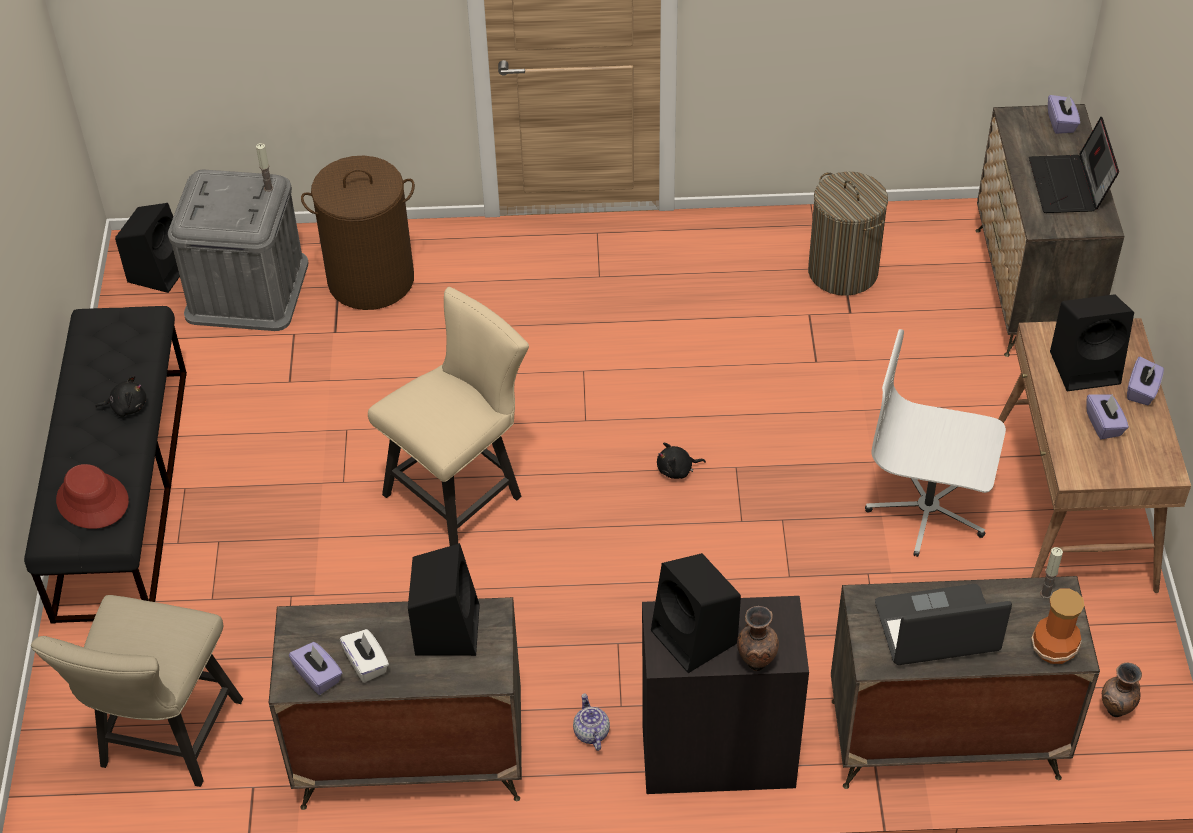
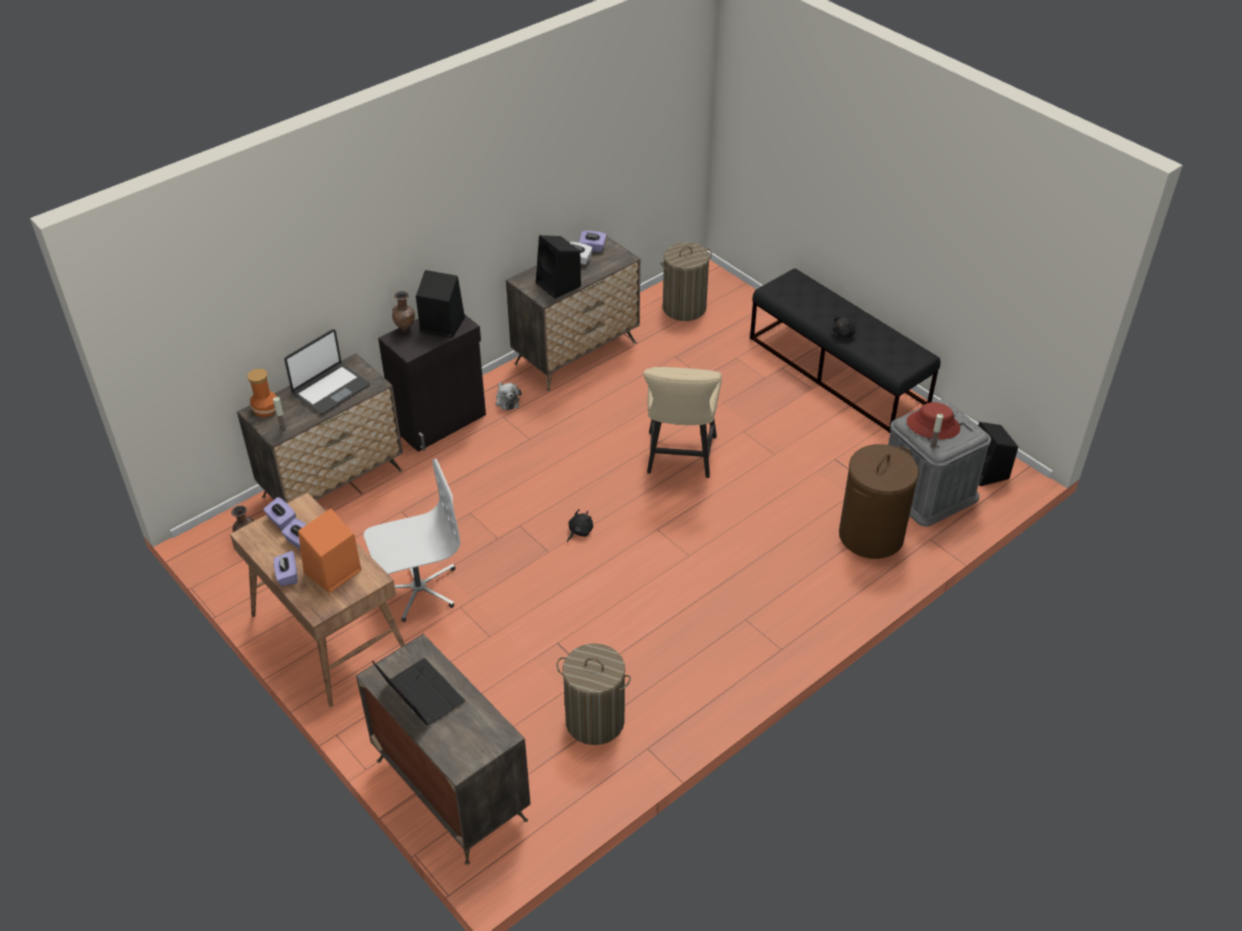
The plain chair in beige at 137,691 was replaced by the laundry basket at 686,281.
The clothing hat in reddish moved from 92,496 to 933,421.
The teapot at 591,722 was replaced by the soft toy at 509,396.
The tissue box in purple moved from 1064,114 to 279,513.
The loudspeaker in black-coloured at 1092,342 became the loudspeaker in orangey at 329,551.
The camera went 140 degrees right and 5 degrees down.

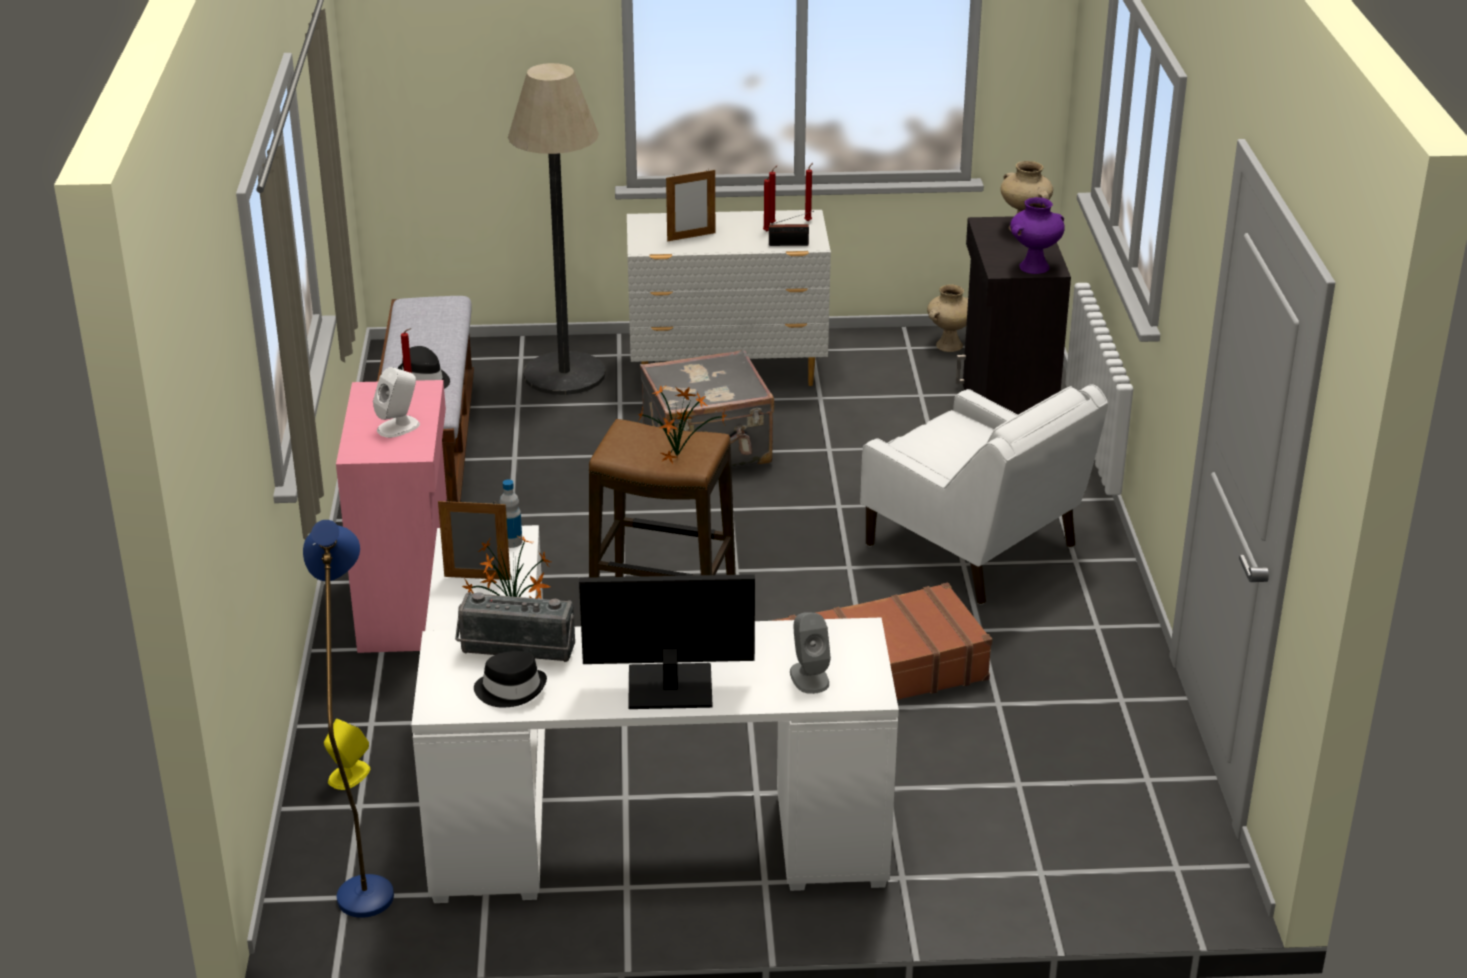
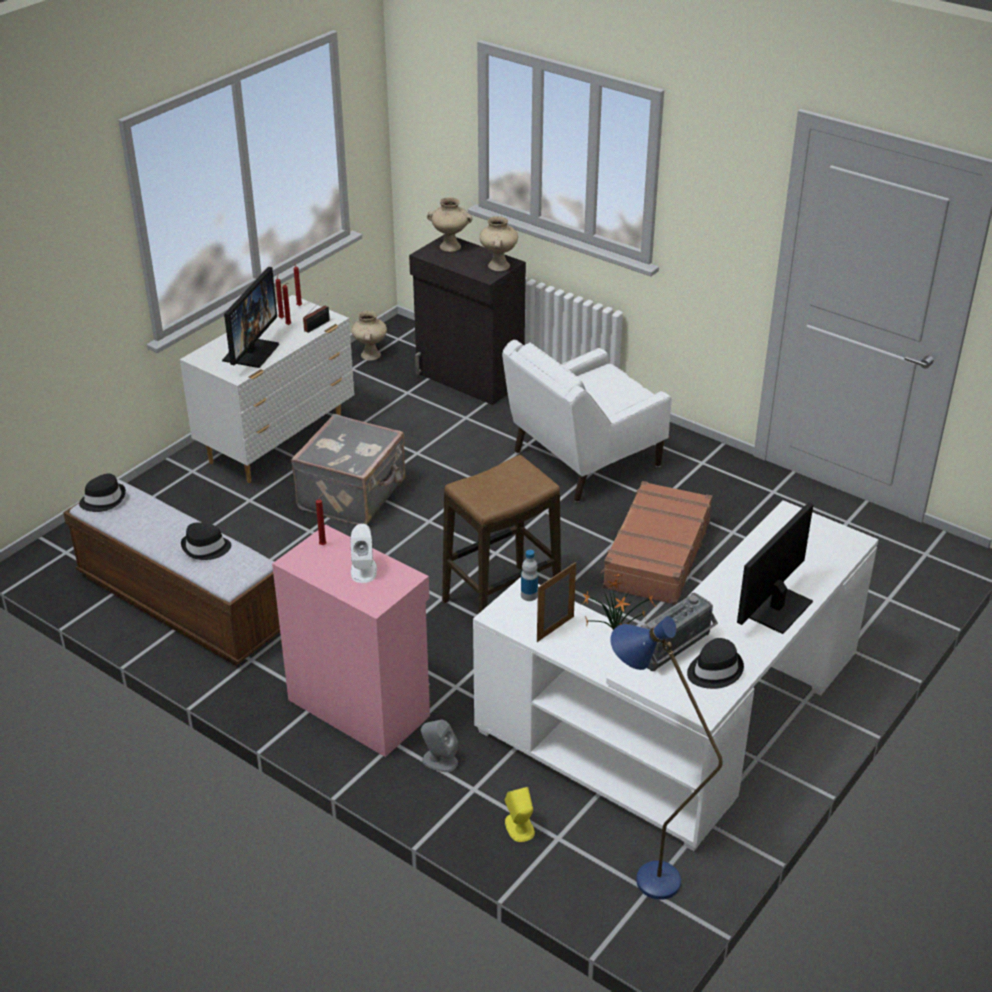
The standing lamp at 557,229 disappeared.
The potted plant at 682,424 disappeared.
The picture frame at 690,205 was replaced by the computer screen at 250,317.
The loudspeaker in grey moved from 810,653 to 439,746.
The lounge chair in whitish at 984,494 turned 150 degrees clockwise.
The decorative vase in purple at 1037,235 became the decorative vase in beige at 498,243.
The clothing hat in black-coloured at 102,493 appeared.
The camera went 50 degrees left and 5 degrees up.

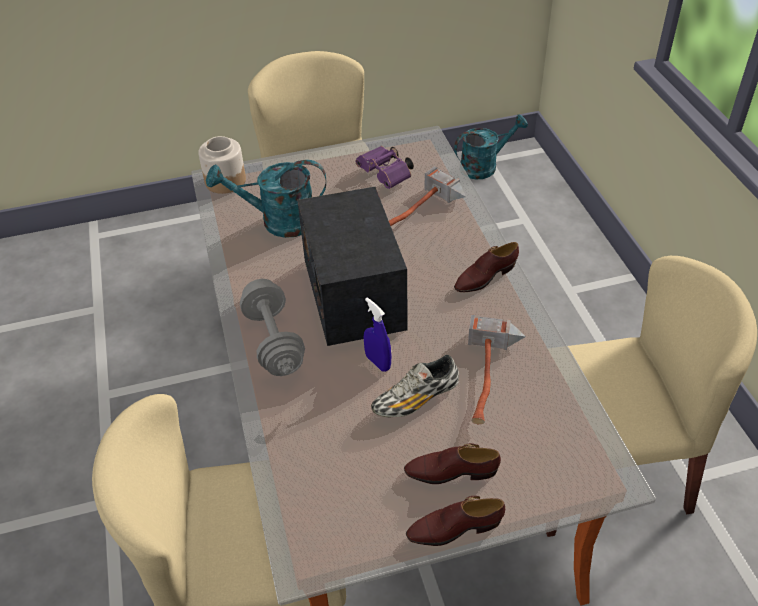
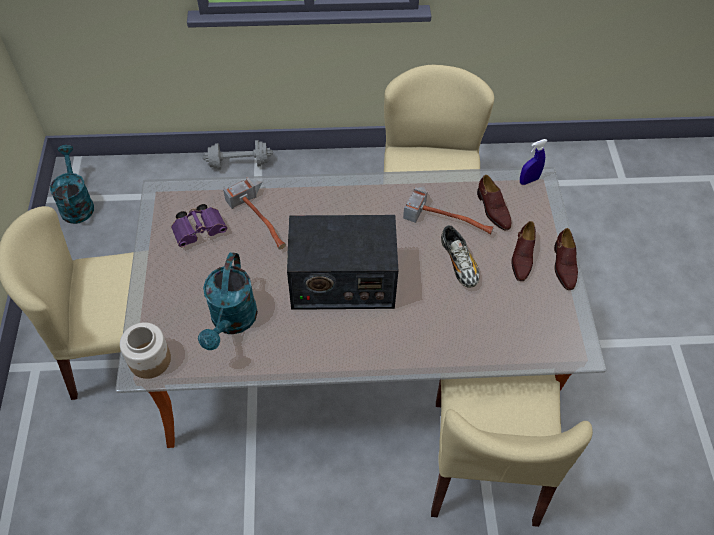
The hand weight in grey moved from 272,327 to 238,155.
The sprayer in blue moved from 377,334 to 534,162.
The low shoe in brown moved from 486,267 to 494,202.
The camera went 80 degrees left and 10 degrees up.

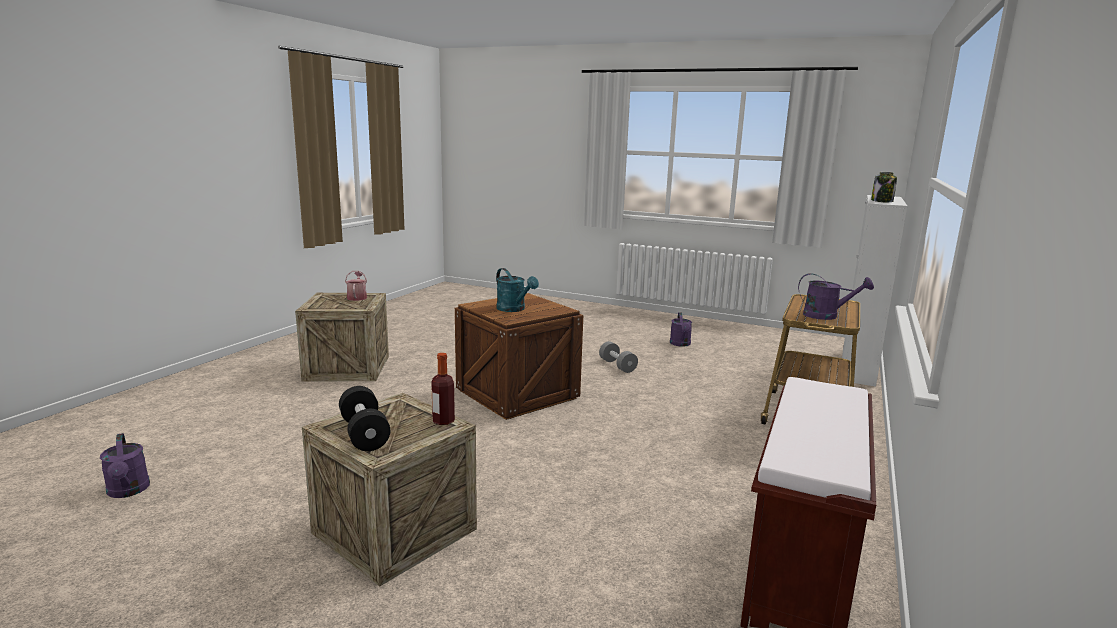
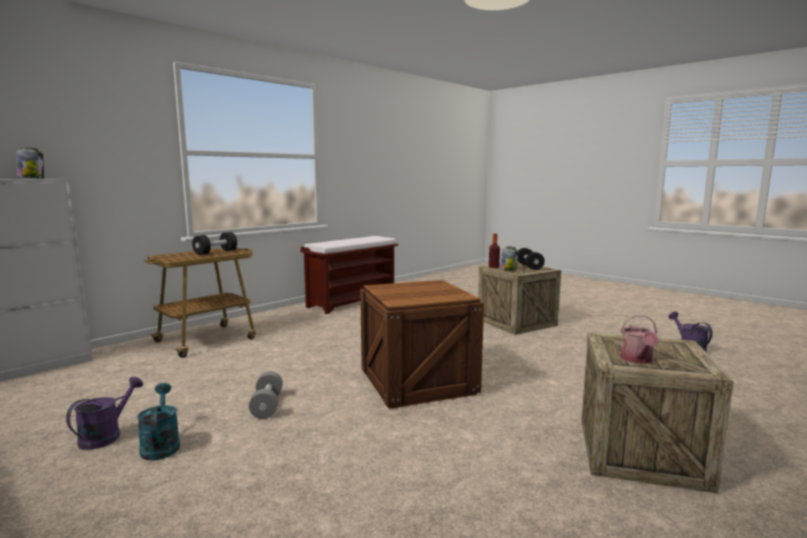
The sprinkling can in blue-green moved from 517,290 to 158,422.
The sprinkling can in purple at 836,296 was replaced by the hand weight in black-coloured at 214,243.
The storage jar at 509,258 appeared.
The camera went 160 degrees left and 5 degrees down.

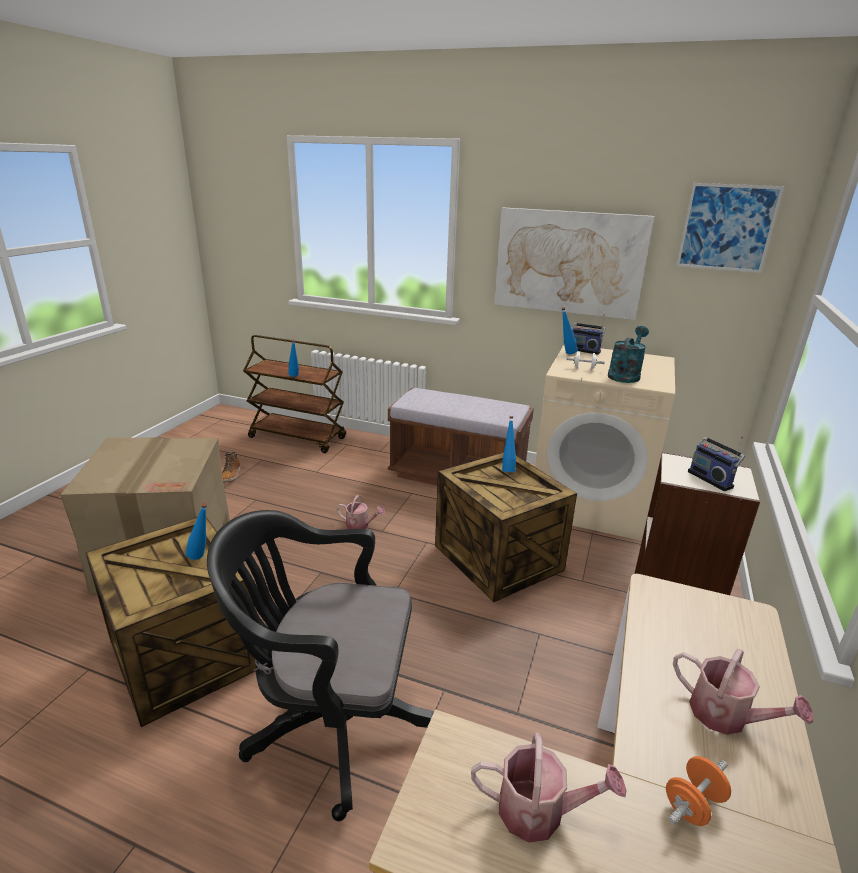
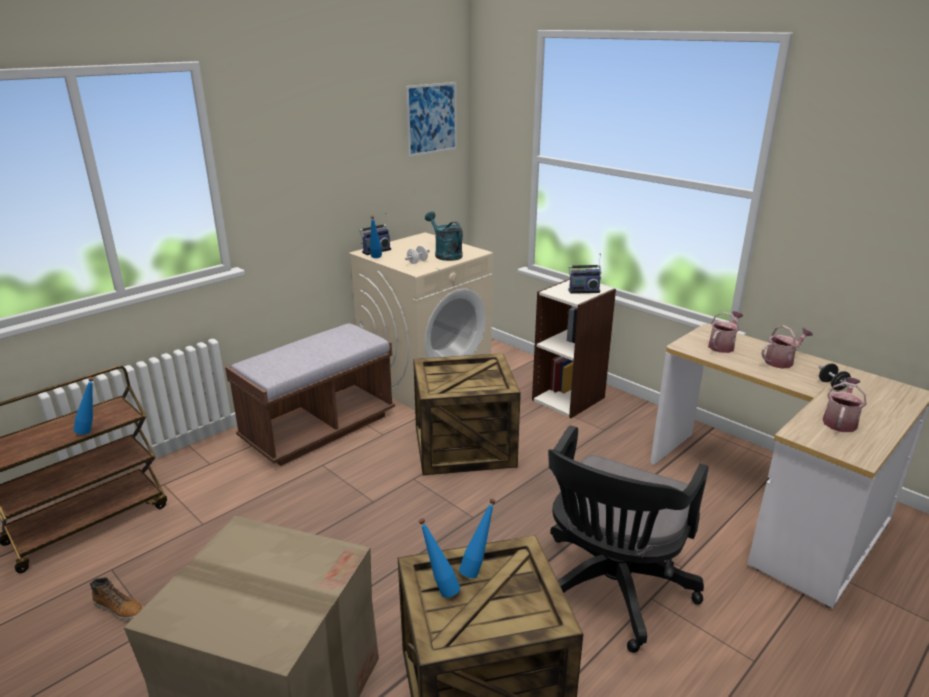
The sprinkling can moved from 361,512 to 726,332.
The wall art at 574,263 disappeared.
The beverage bottle in blue moved from 509,444 to 439,558.
The hand weight in orangey at 698,791 became the hand weight in black-coloured at 835,376.
The camera went 65 degrees left and 0 degrees up.

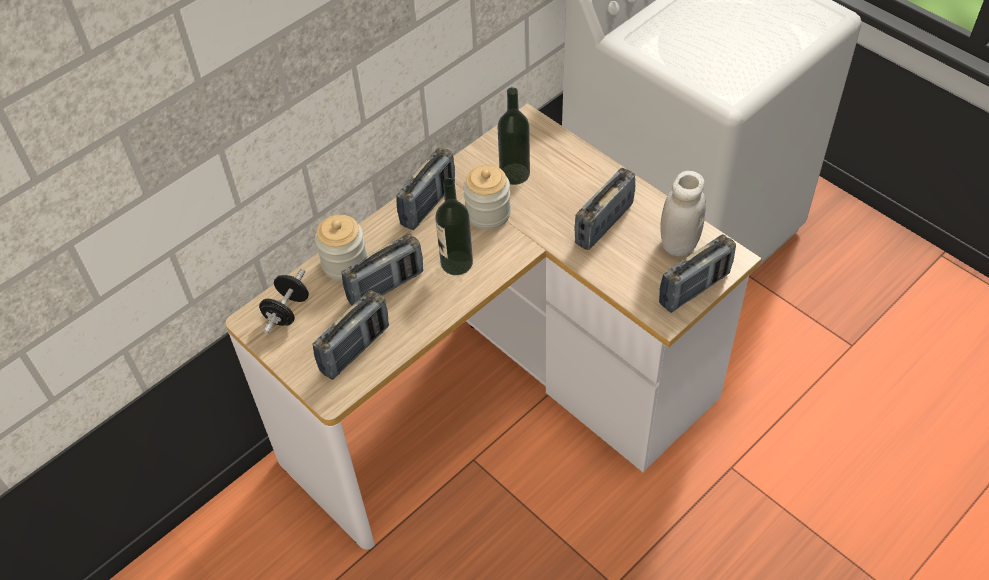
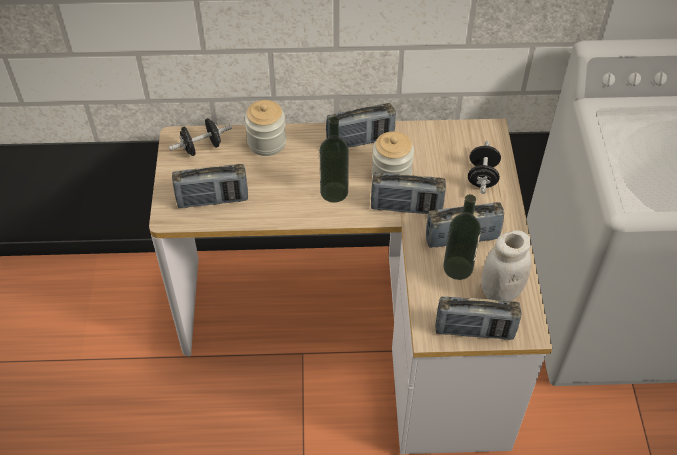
The radio receiver moved from 382,269 to 408,193.
The beverage bottle moved from 514,136 to 462,237.
The hand weight in black-coloured at 484,167 appeared.
The camera went 40 degrees right and 0 degrees up.

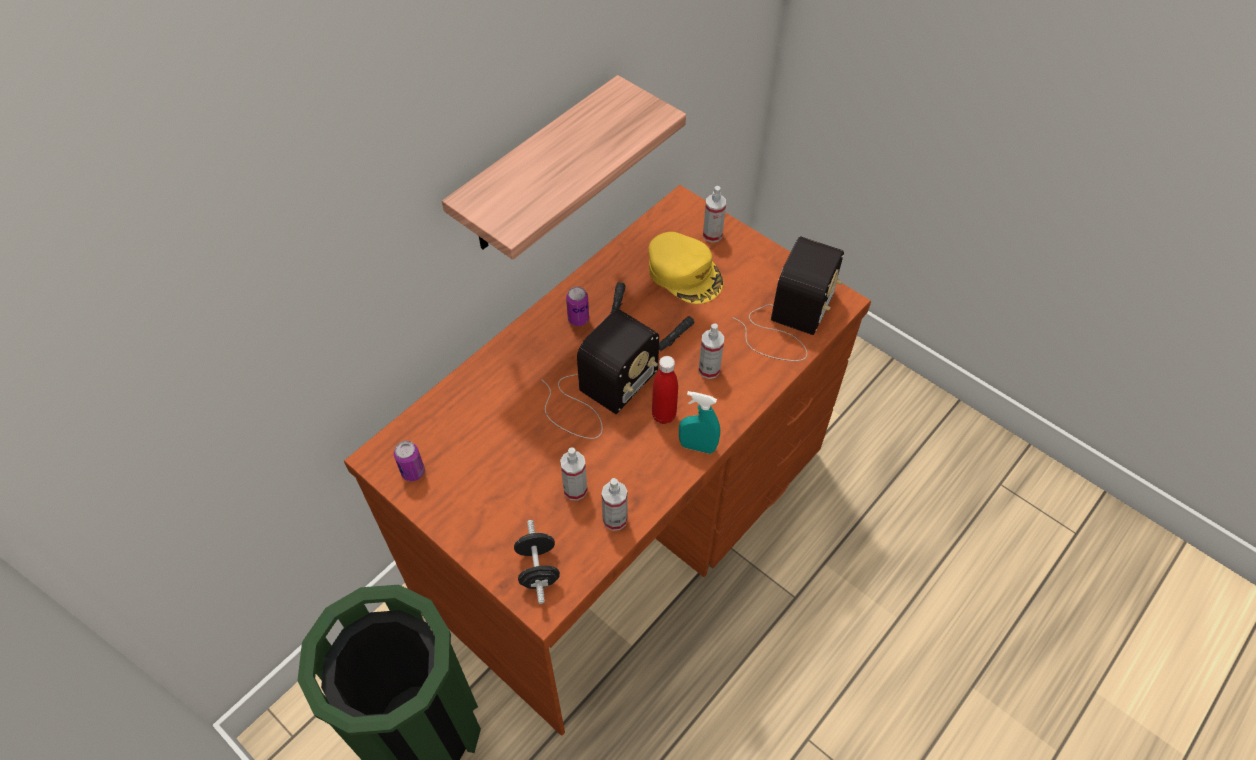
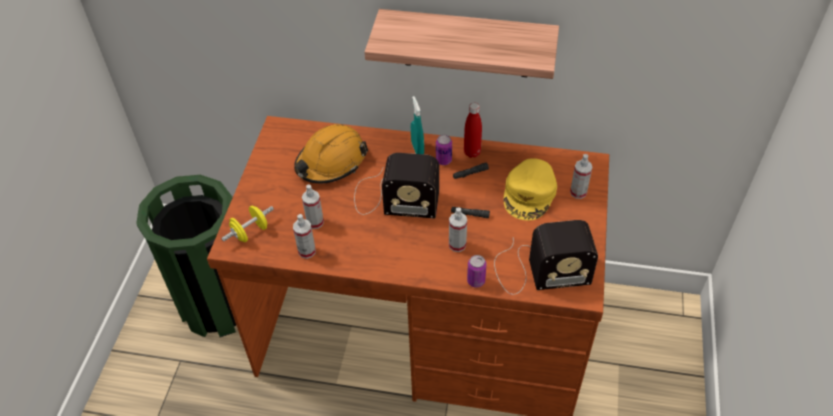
The sealed can moved from 409,461 to 477,271.
The hand weight in black-coloured at 537,562 became the hand weight in yellow at 247,224.
The beverage bottle in reddish moved from 665,390 to 473,130.
The sprayer in blue-green moved from 699,422 to 417,125.
The safety helmet in orangey at 331,153 appeared.
The camera went 60 degrees right and 5 degrees down.

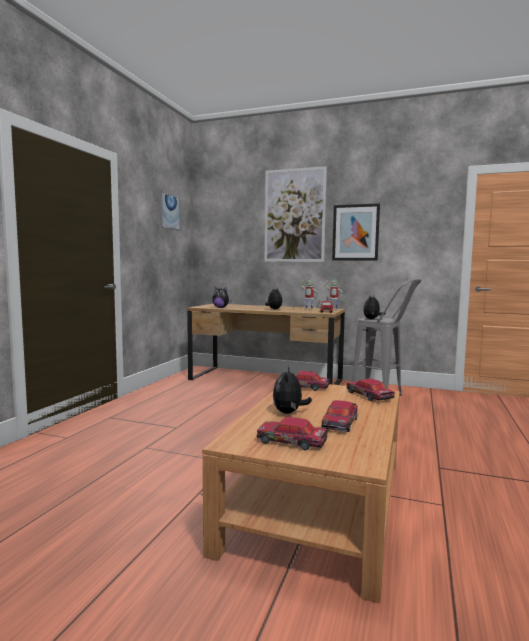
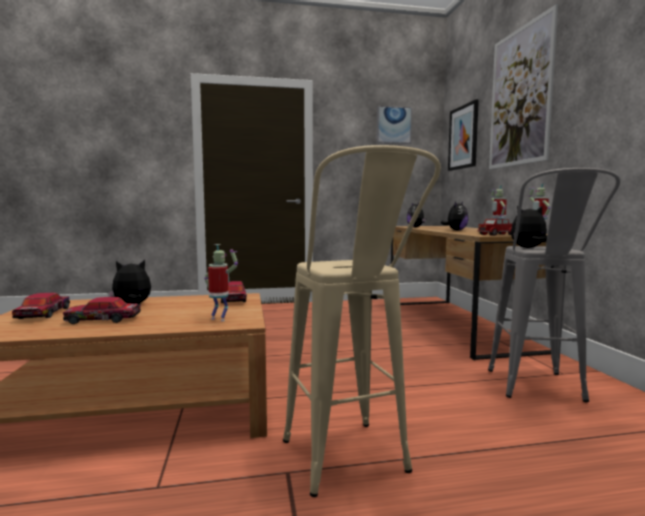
The wall art moved from 356,232 to 463,135.
The toy car at 371,390 was replaced by the toy robot at 221,283.
The stool seat in beige at 362,321 appeared.
The camera went 60 degrees right and 0 degrees up.

